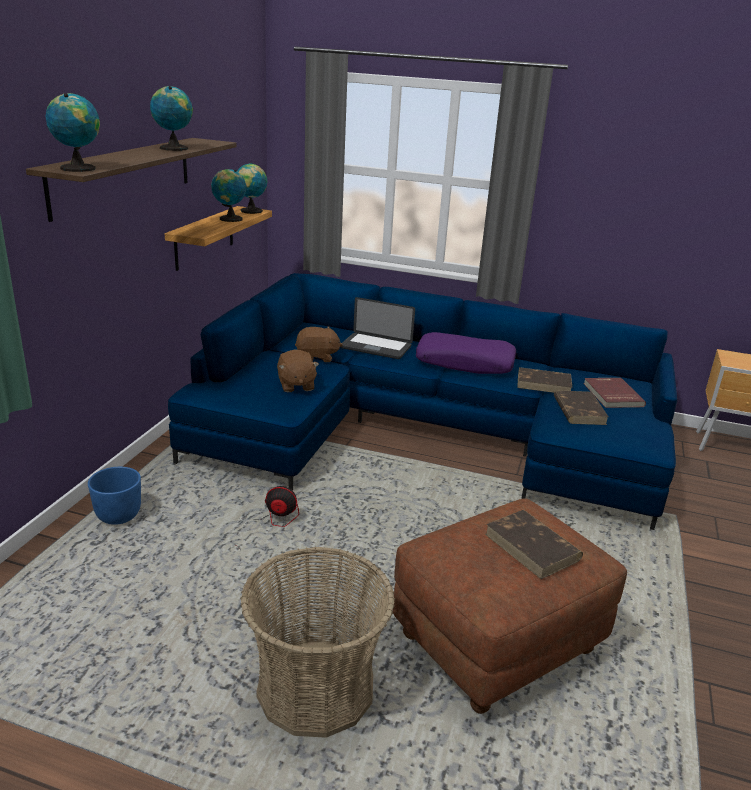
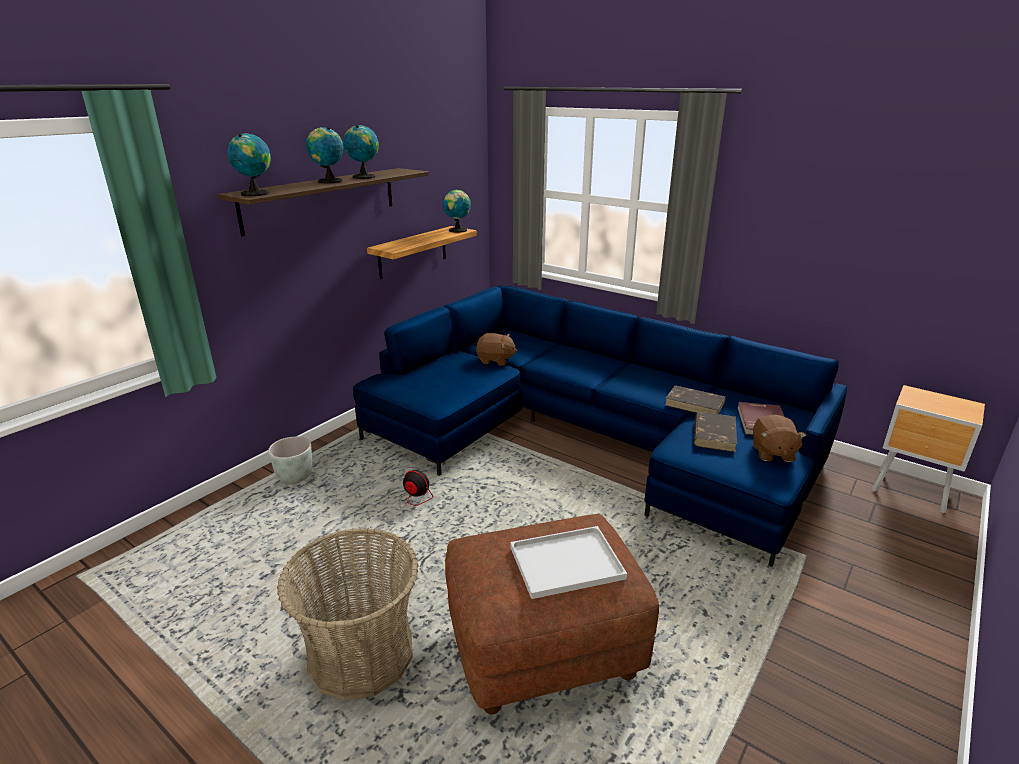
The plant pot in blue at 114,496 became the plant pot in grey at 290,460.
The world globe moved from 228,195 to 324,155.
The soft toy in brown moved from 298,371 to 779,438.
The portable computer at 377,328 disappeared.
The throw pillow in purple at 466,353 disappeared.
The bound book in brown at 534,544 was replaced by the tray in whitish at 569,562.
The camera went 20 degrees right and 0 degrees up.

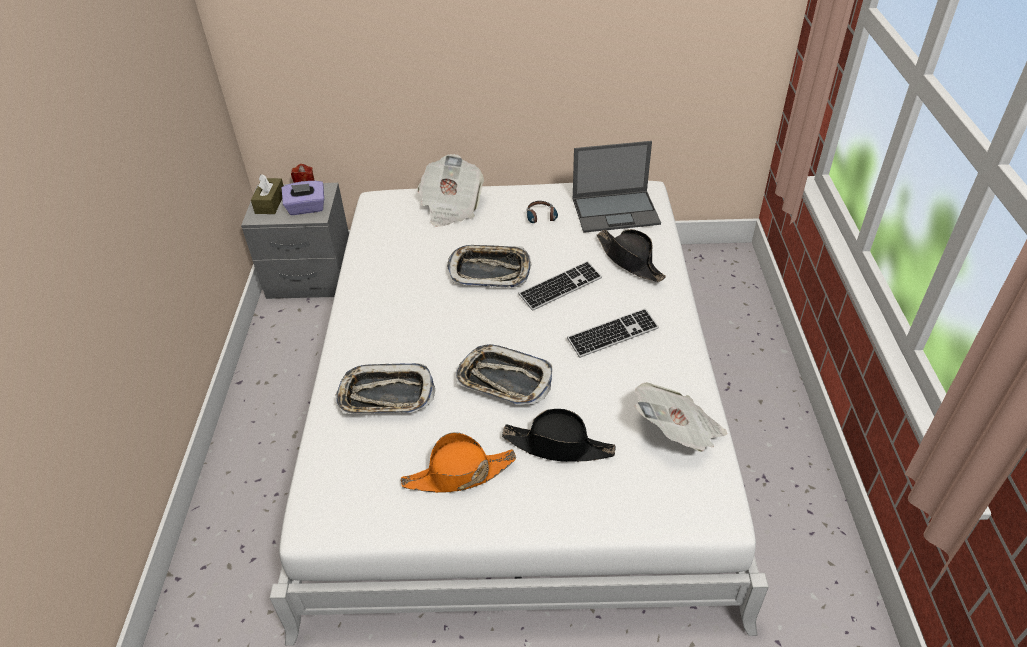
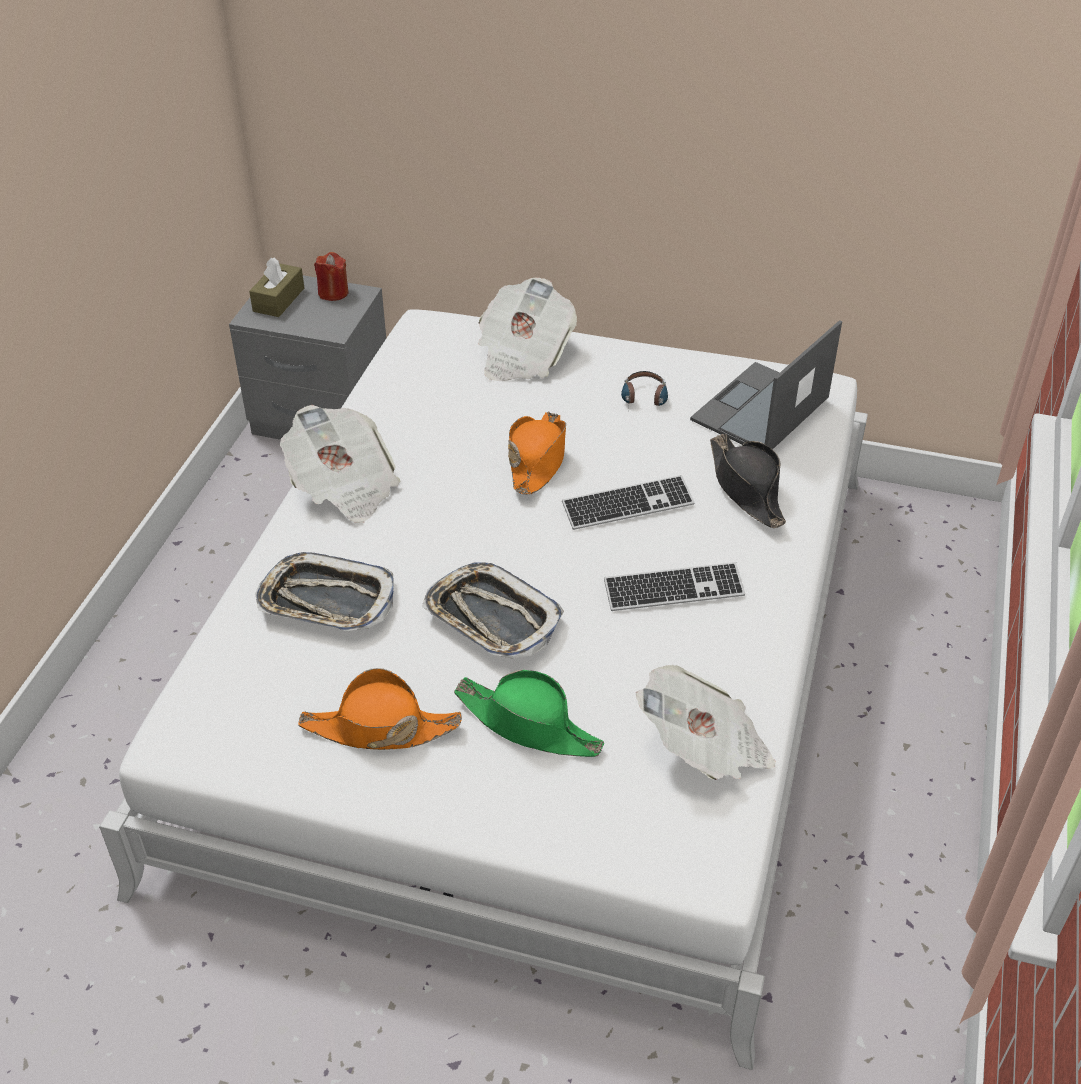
The tissue box in purple at 302,198 disappeared.
The tray at 489,266 was replaced by the clothing hat in orangey at 537,453.
The clothing hat in black-coloured at 559,435 became the clothing hat in greenish at 529,713.
The portable computer at 616,187 turned 120 degrees clockwise.
The daily paper at 340,464 appeared.
The camera went 15 degrees right and 0 degrees up.

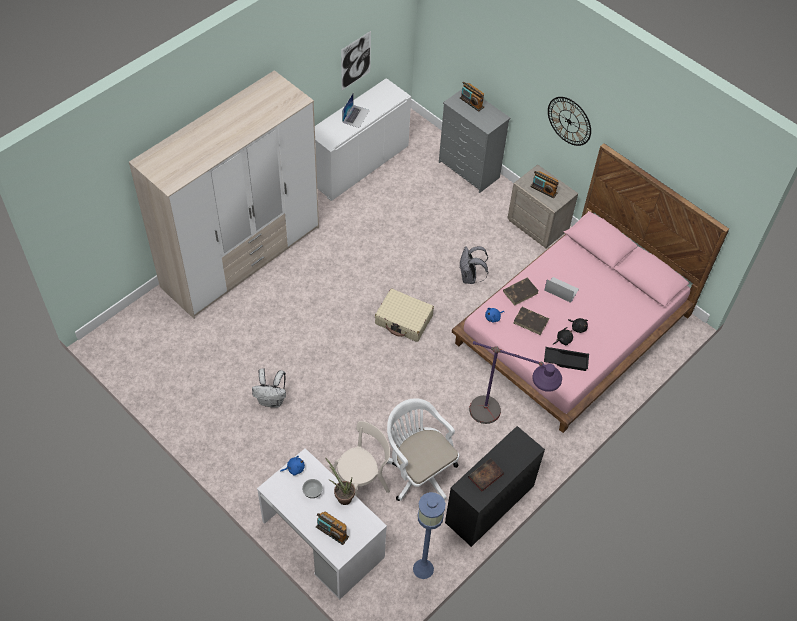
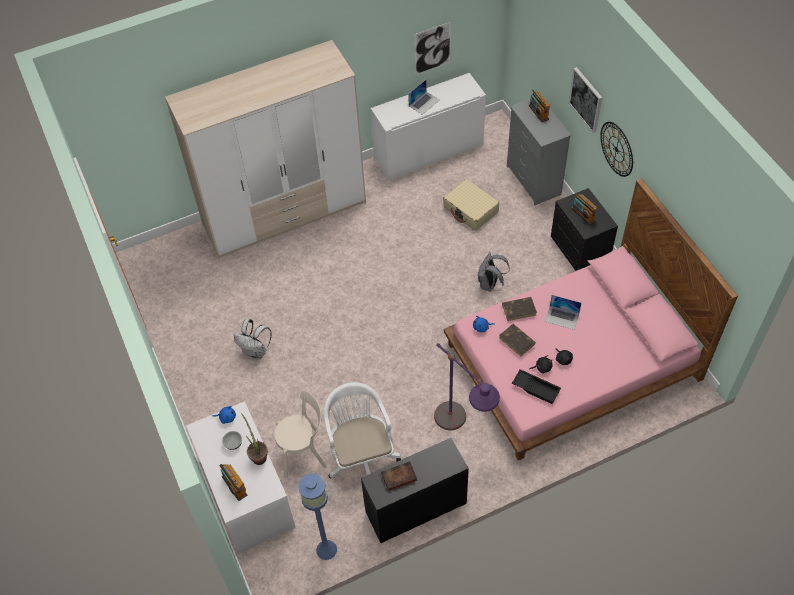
The travel case in beige moved from 404,315 to 471,205.
The night table in beige at 542,206 became the night table in black-coloured at 584,229.
The portable computer at 561,290 turned 150 degrees clockwise.
The wall art at 585,100 appeared.
The camera went 25 degrees right and 0 degrees up.

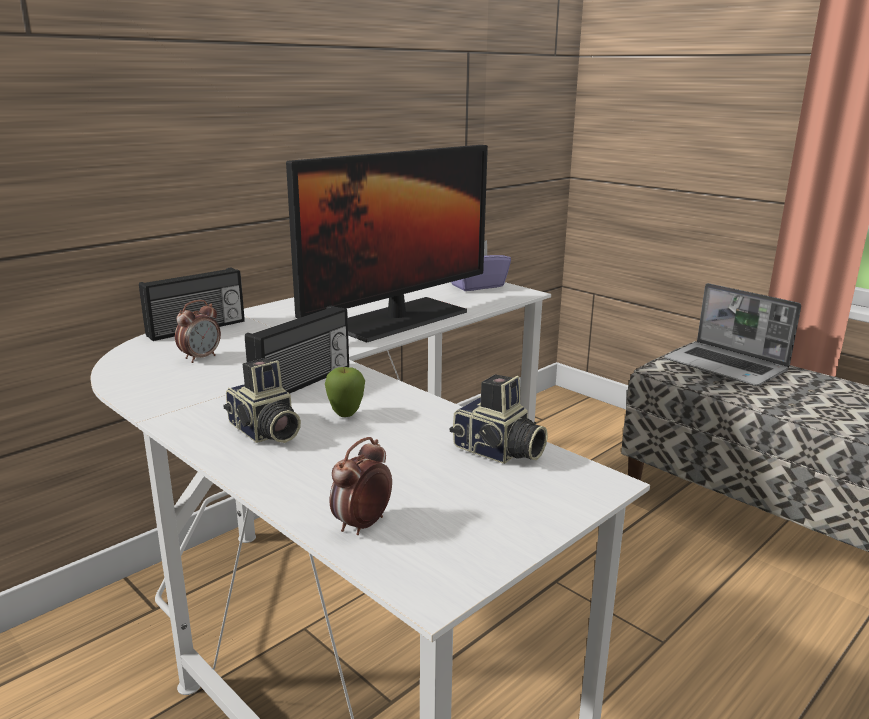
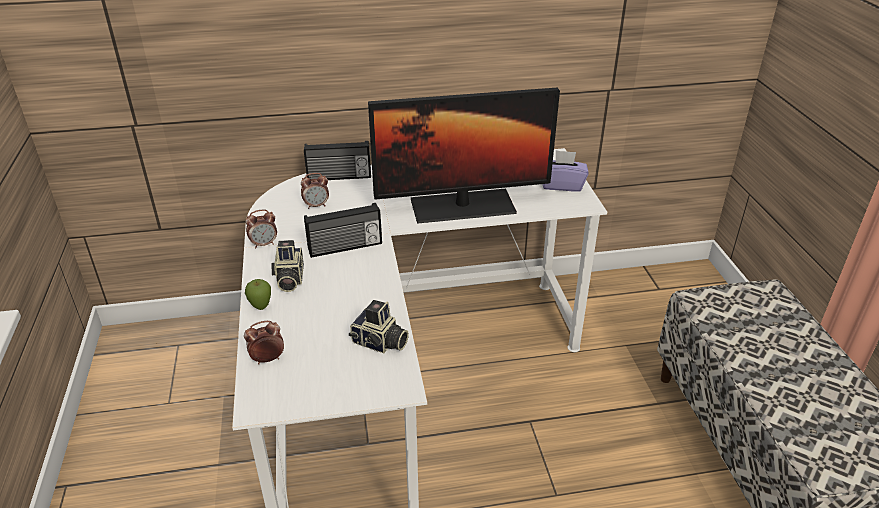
The apple moved from 345,392 to 258,294.
The photo camera at 499,419 turned 45 degrees counterclockwise.
The portable computer at 732,334 disappeared.
The table clock at 261,229 appeared.
The camera went 35 degrees right and 15 degrees up.

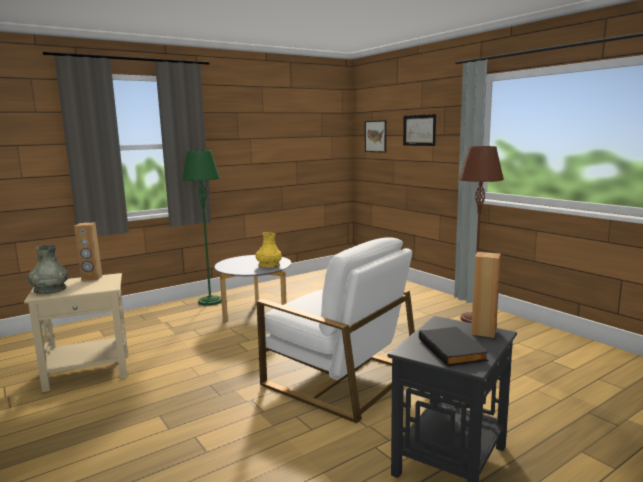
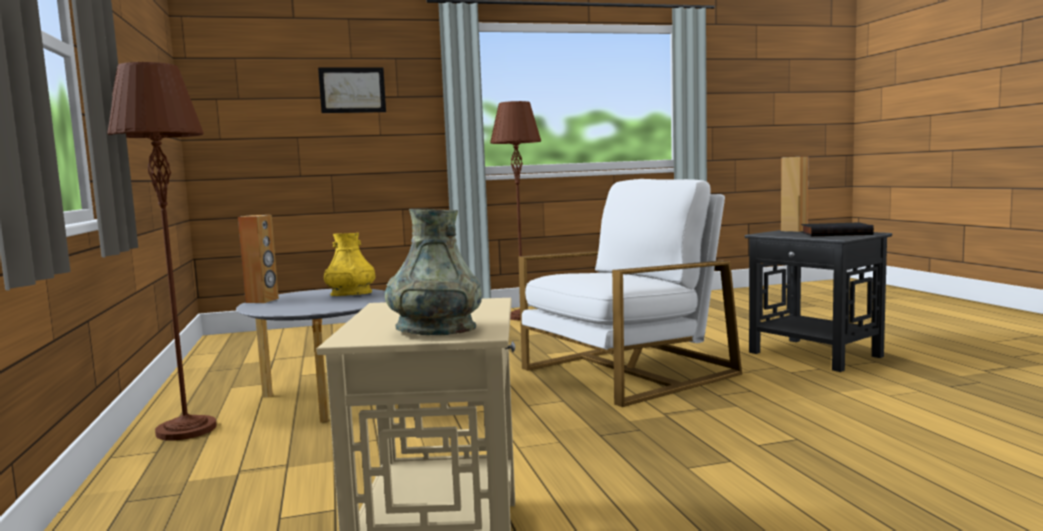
The loudspeaker in brown moved from 88,252 to 258,259.
The standing lamp in greenish at 202,228 became the standing lamp in brown at 162,251.
The wall art at 375,136 disappeared.
The camera went 70 degrees left and 5 degrees down.

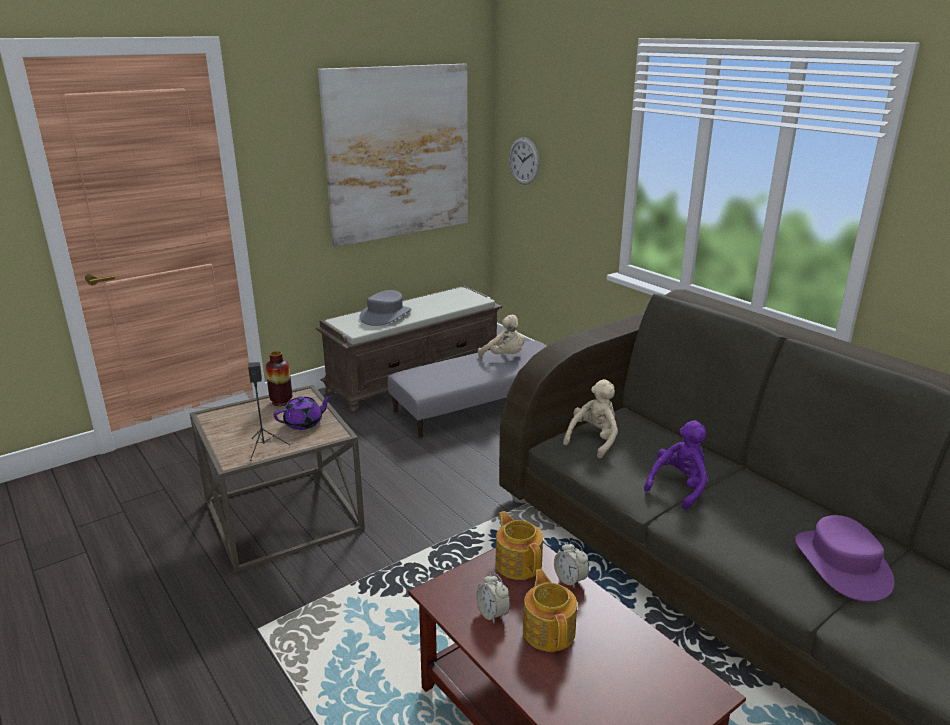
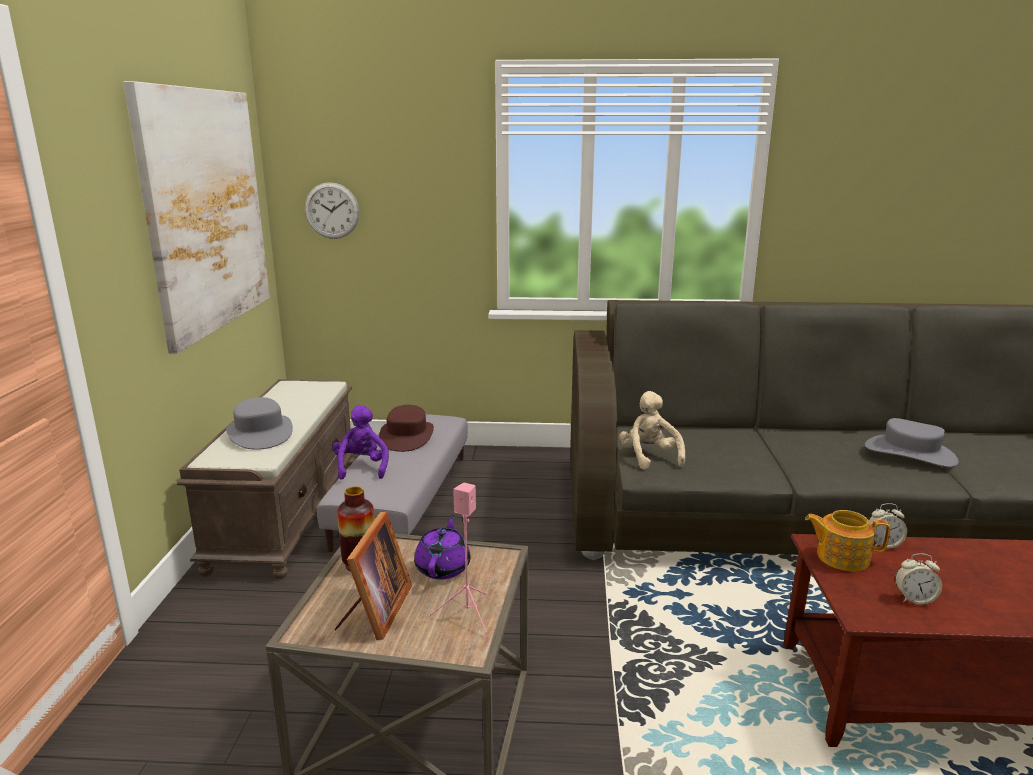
The loudspeaker in black-coloured at 269,411 became the loudspeaker in pinkish at 458,559.
The soft toy in beige at 501,335 was replaced by the clothing hat in brown at 406,428.
The teapot at 550,610 disappeared.
The soft toy in purple moved from 676,465 to 361,442.
The clothing hat in purple at 844,558 became the clothing hat in grey at 912,442.
The picture frame at 373,575 appeared.
The camera went 50 degrees left and 5 degrees down.

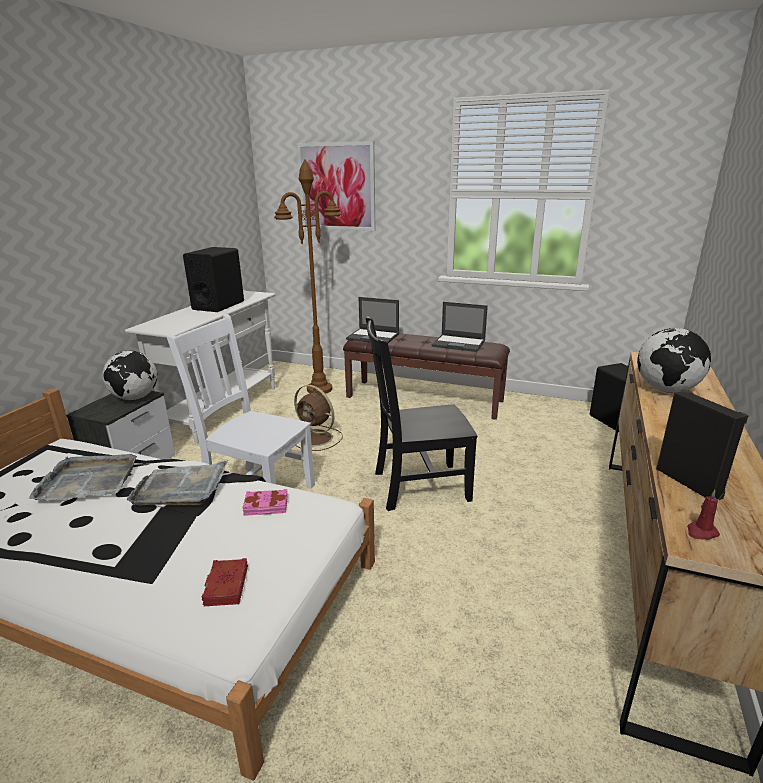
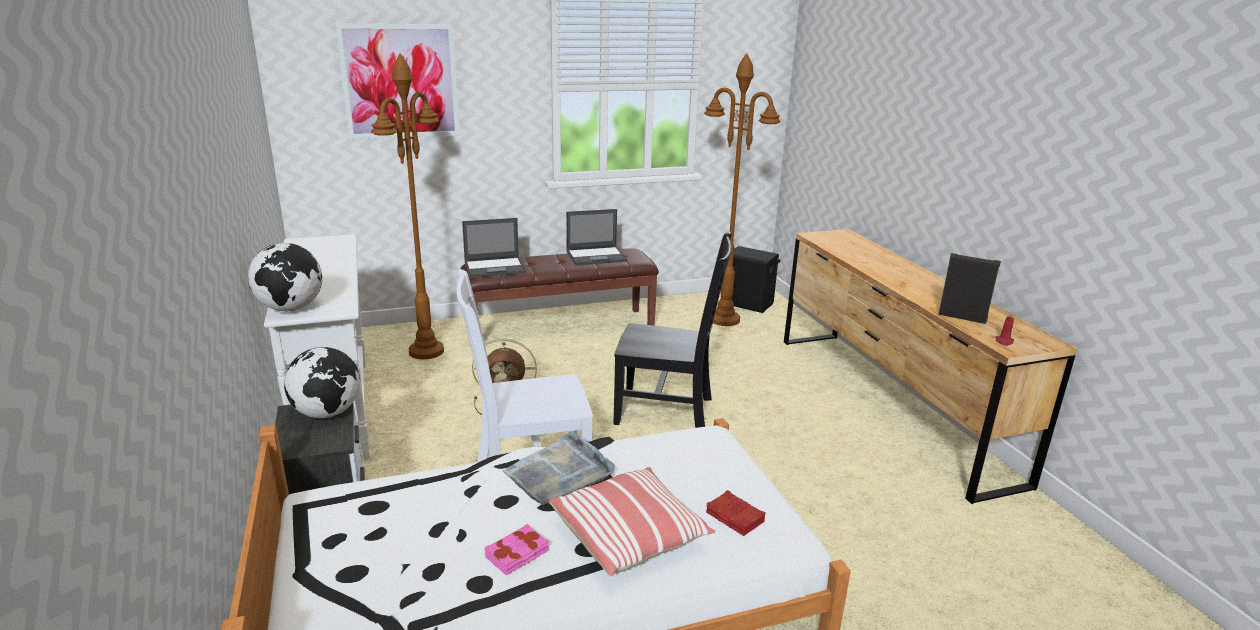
The tray in grey at 83,477 disappeared.
The loudspeaker in black-coloured at 213,279 disappeared.
The bound book in pinkish moved from 265,502 to 517,549.
The plain chair in black-coloured at 421,413 turned 120 degrees counterclockwise.
The world globe moved from 674,360 to 285,277.
The throw pillow at 632,521 appeared.
The standing lamp in brown at 742,189 appeared.
The camera went 40 degrees left and 0 degrees up.

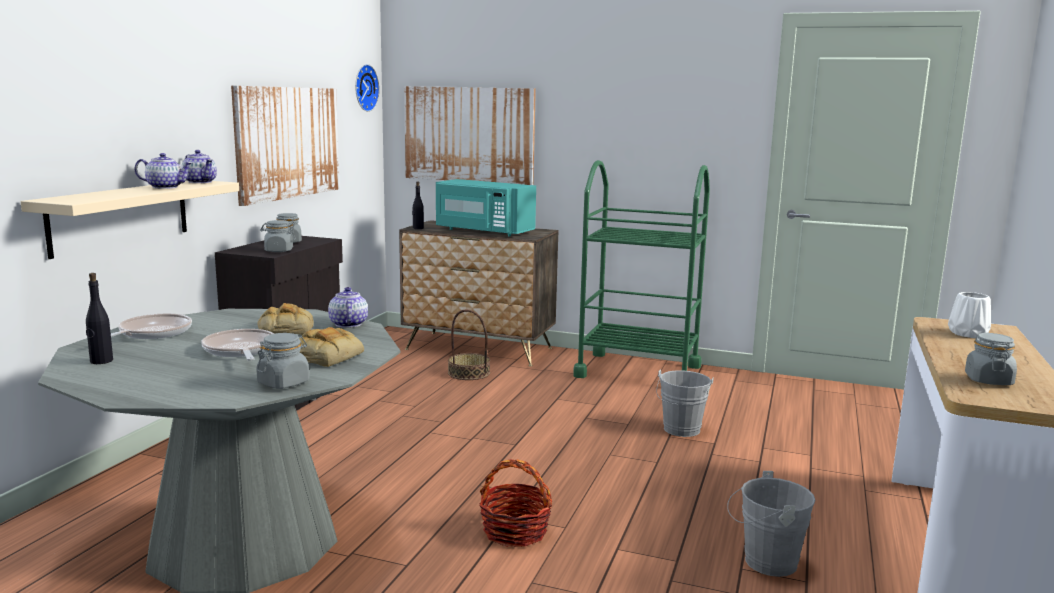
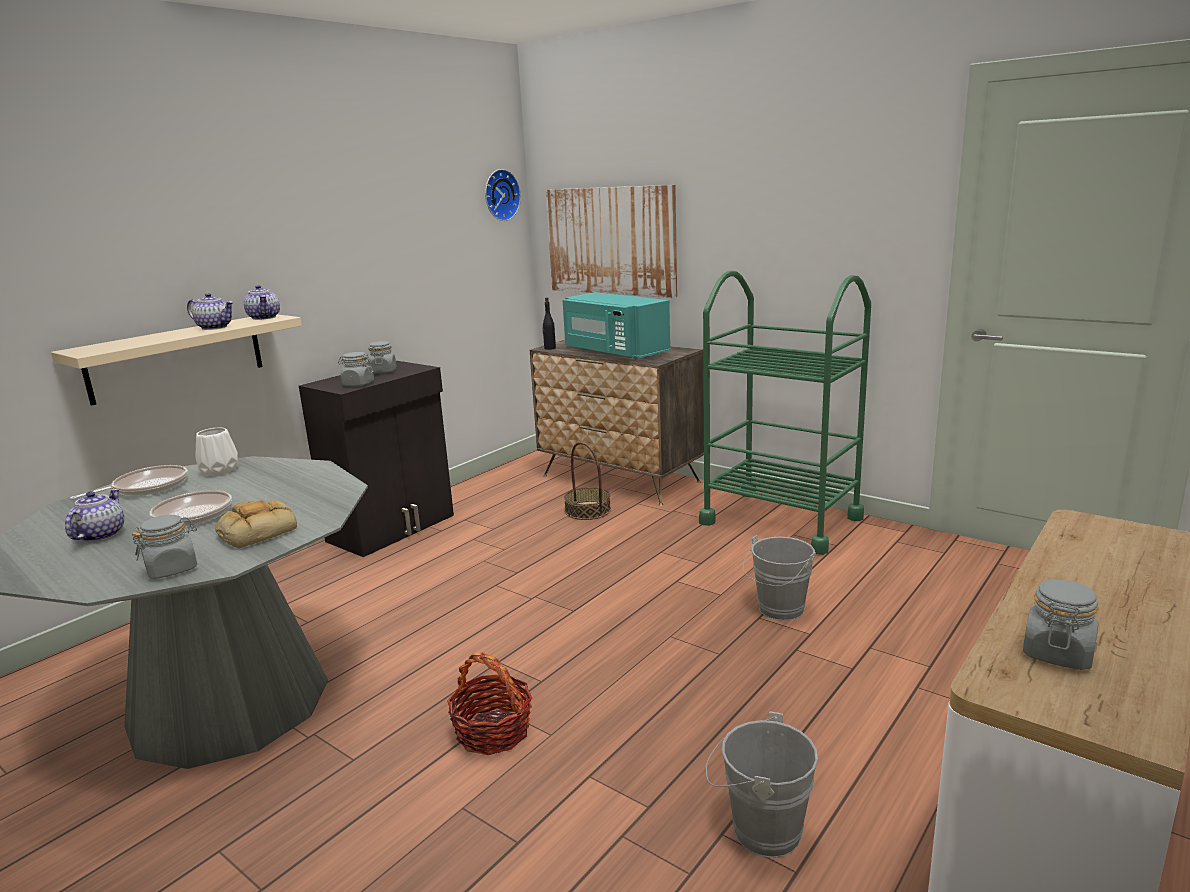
The beverage bottle in black-coloured at 99,318 disappeared.
The wall art at 285,146 disappeared.
The baked bread at 285,319 disappeared.
The teapot moved from 348,307 to 94,515.
The decorative vase in whitish moved from 969,315 to 217,451.
The camera went 20 degrees right and 5 degrees up.

